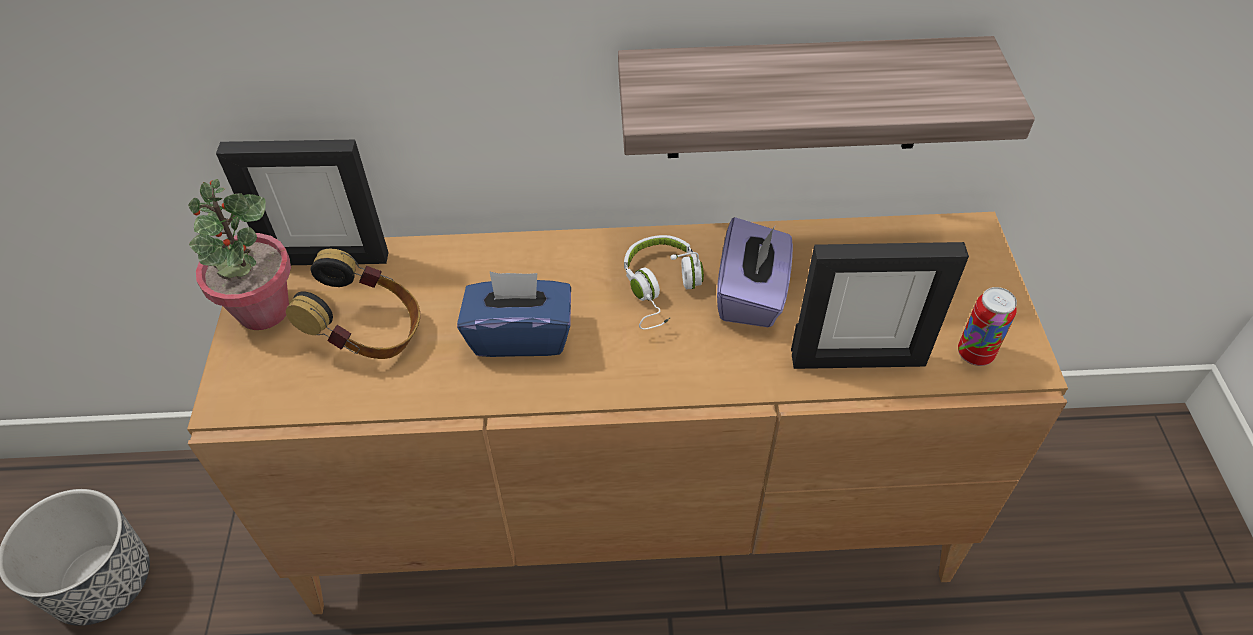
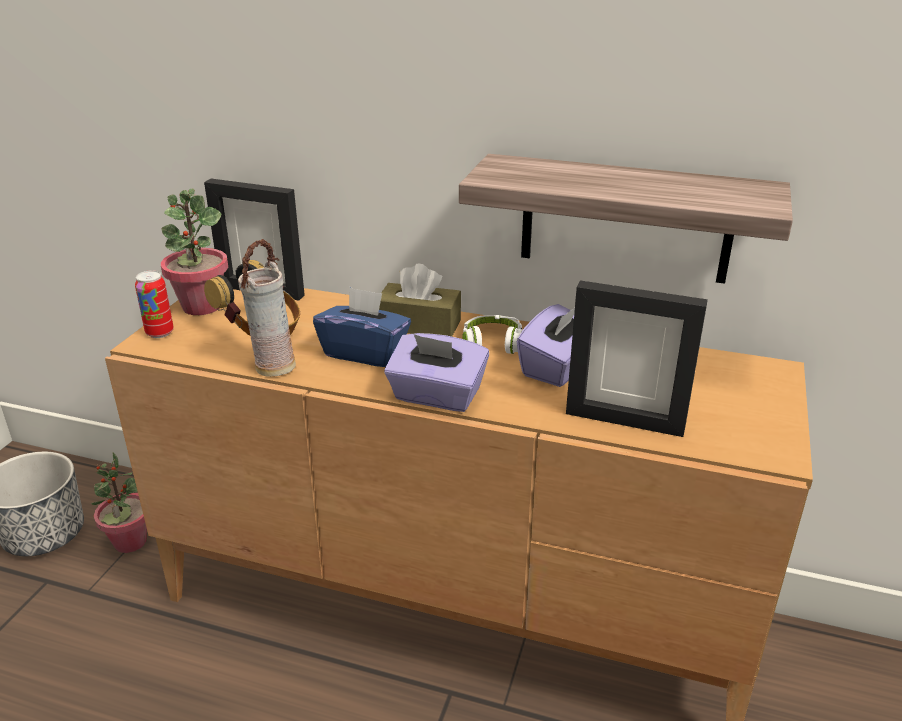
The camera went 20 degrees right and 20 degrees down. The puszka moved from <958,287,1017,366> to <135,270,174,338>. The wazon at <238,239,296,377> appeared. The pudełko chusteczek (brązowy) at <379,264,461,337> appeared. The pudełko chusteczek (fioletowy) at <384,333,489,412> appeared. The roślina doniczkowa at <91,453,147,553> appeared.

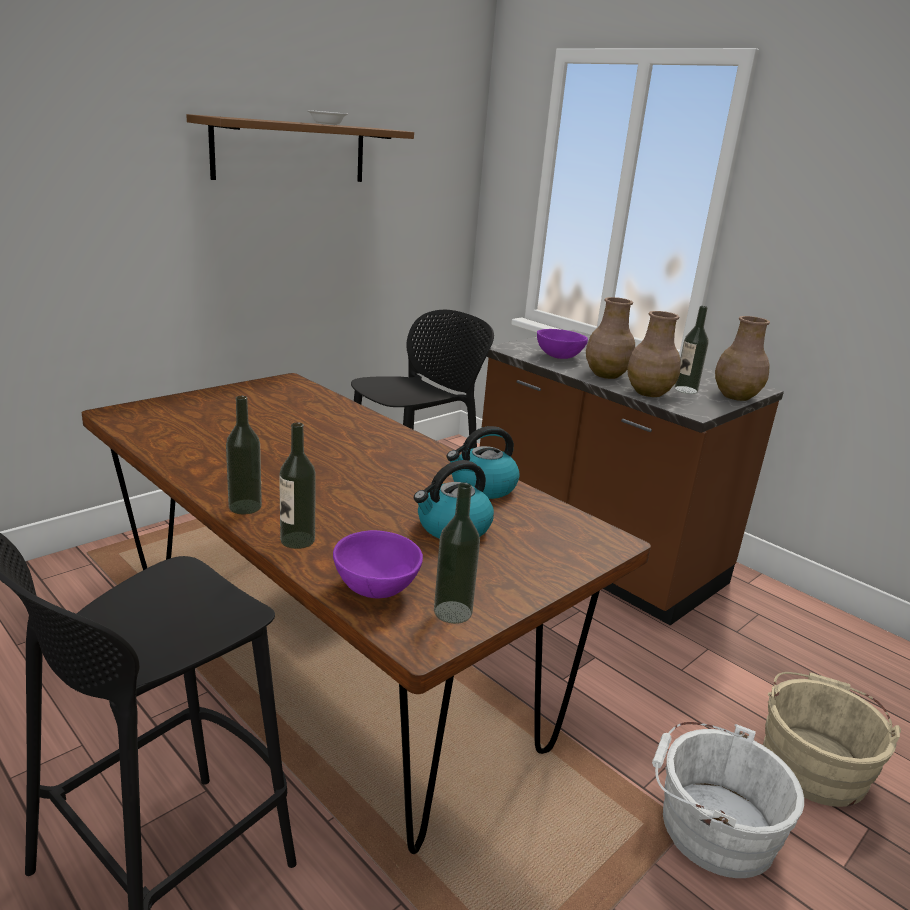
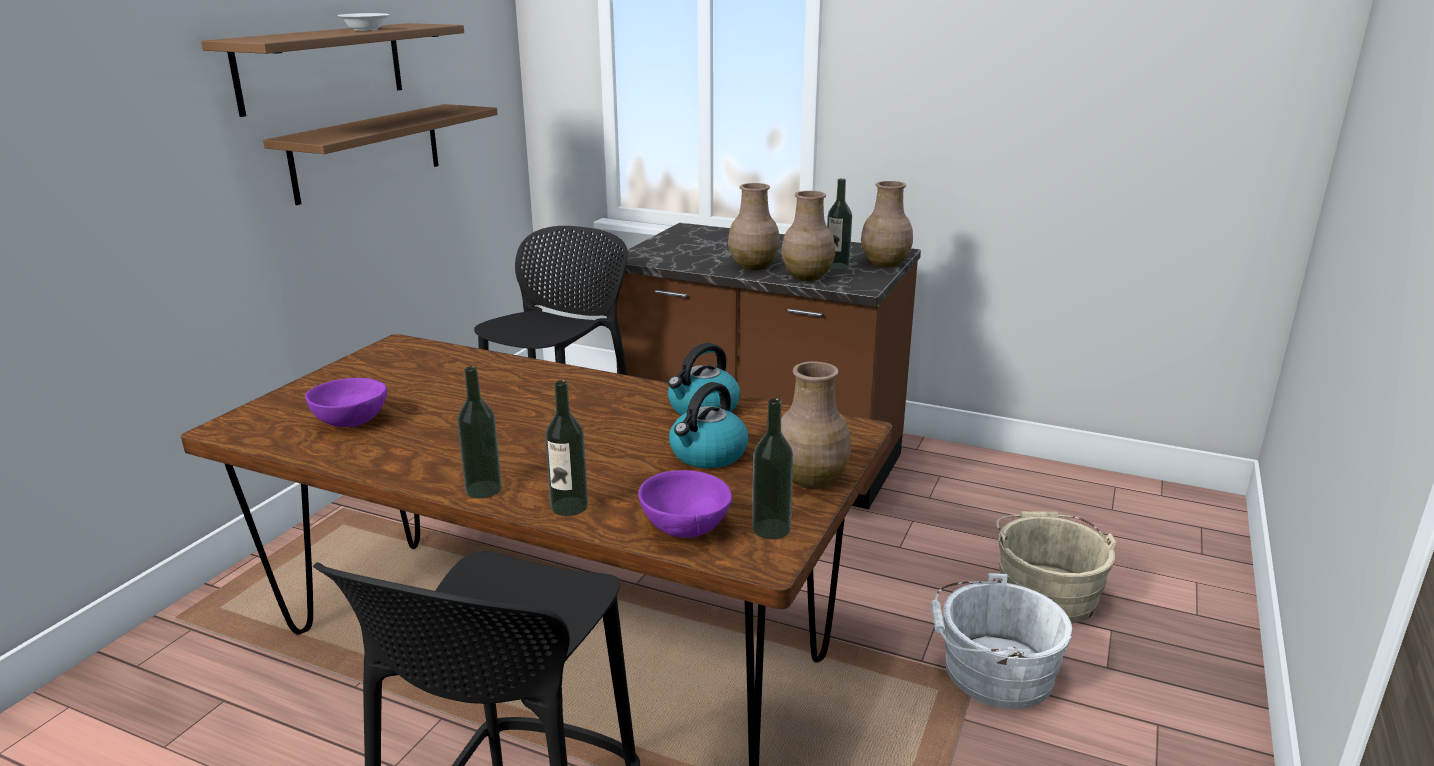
The camera went 20 degrees left and 0 degrees up. The miska (fioletowy) moved from <537,329,588,359> to <305,378,387,427>. The półka (brązowy) at <263,104,498,205> appeared. The wazon (brązowy) at <781,361,851,489> appeared.

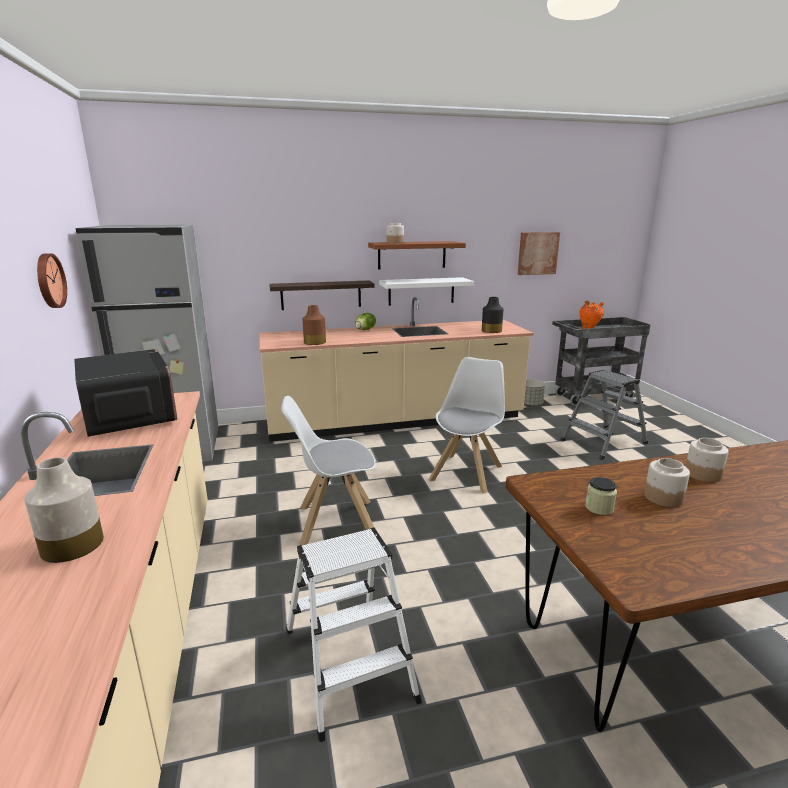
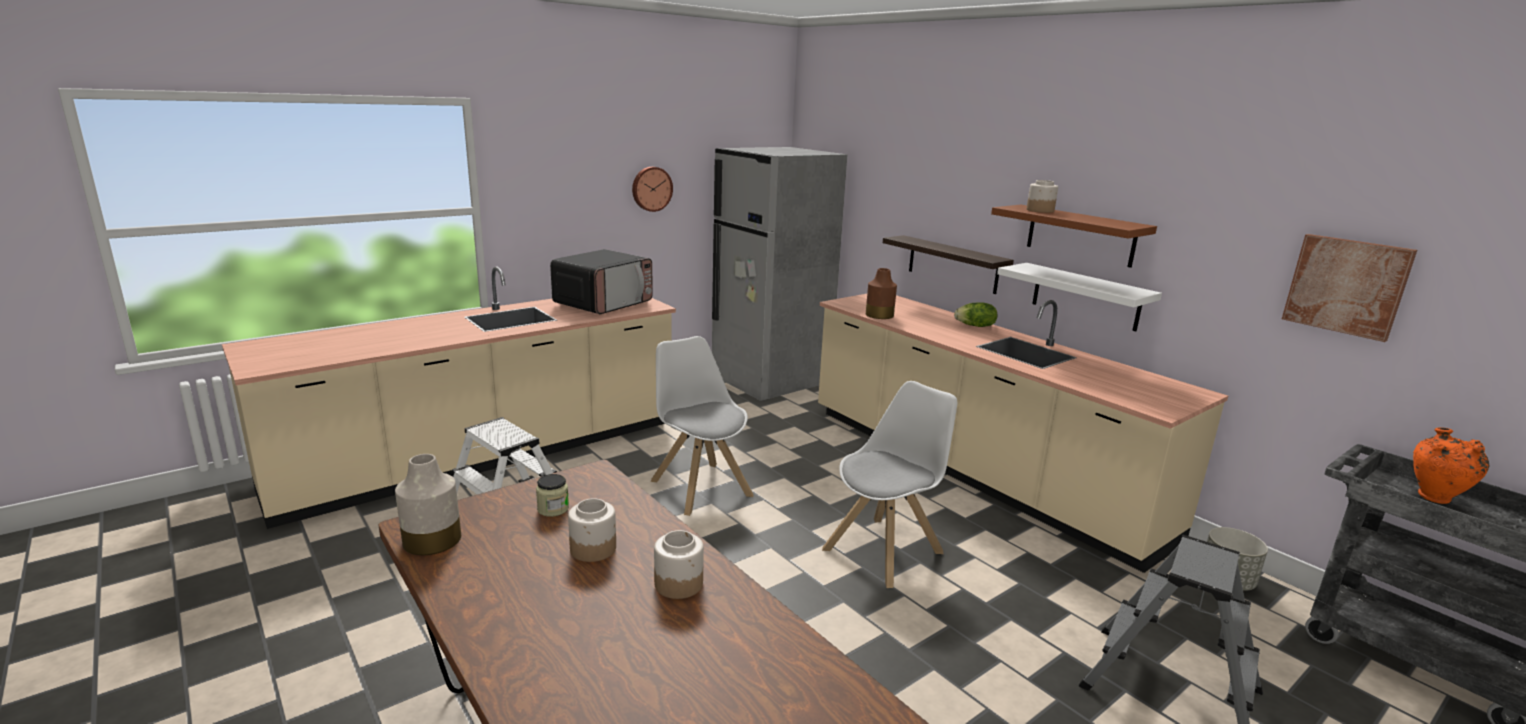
The camera went 65 degrees right and 0 degrees up. The wazon (czarny) at <482,297,503,333> disappeared. The krzesło at <429,357,505,493> turned 45 degrees counterclockwise. The wazon (beżowy) moved from <24,457,104,563> to <395,454,461,555>.

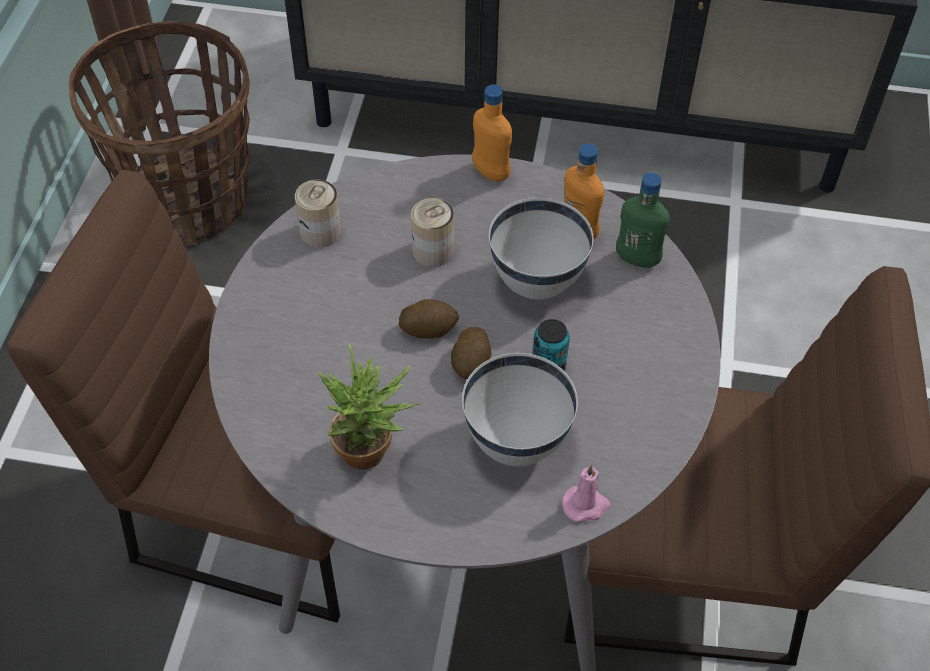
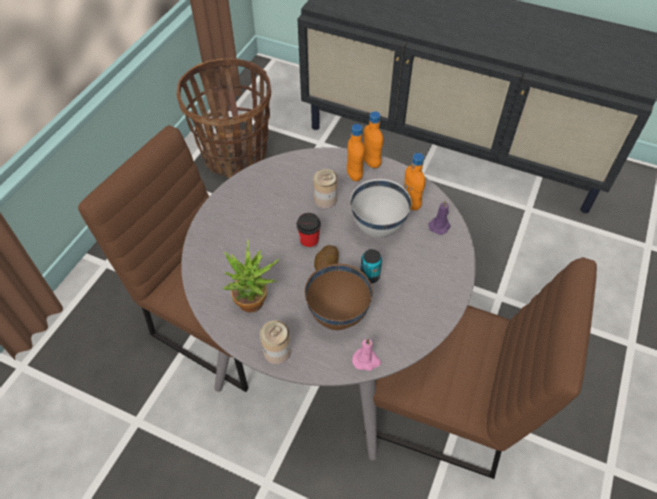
The camera went 15 degrees right and 0 degrees up. The butelka (zielony) at <616,172,670,268> was replaced by the świeca (fioletowy) at <428,200,451,235>. The puszka moved from <295,180,341,248> to <260,320,291,364>. The ziemniak at <399,299,459,339> was replaced by the filiżanka at <297,213,321,249>. The miska (biały) at <462,353,578,467> became the miska (brązowy) at <305,264,373,330>. The butelka (pomarańczowy) at <347,124,364,182> appeared.

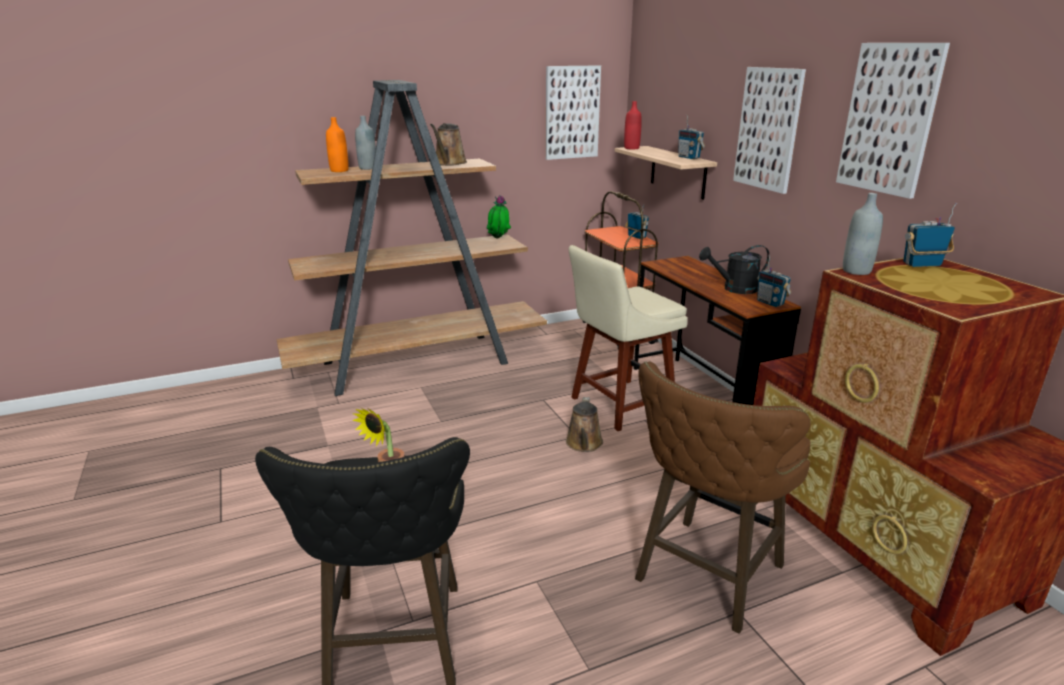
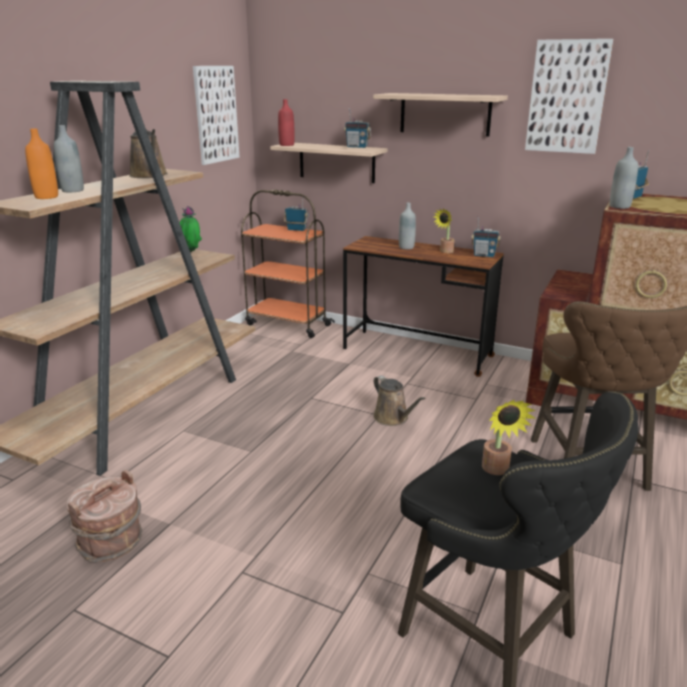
The camera went 40 degrees left and 0 degrees up. The obraz at <733,67,806,194> was replaced by the półka at <373,93,508,136>. The stołek (beżowy) at <569,245,688,431> disappeared. The konewka (czarny) at <699,245,769,294> was replaced by the roślina doniczkowa at <434,208,455,253>. The butelka (szary) at <399,203,416,249> appeared. The wiadro (brązowy) at <66,470,142,562> appeared.

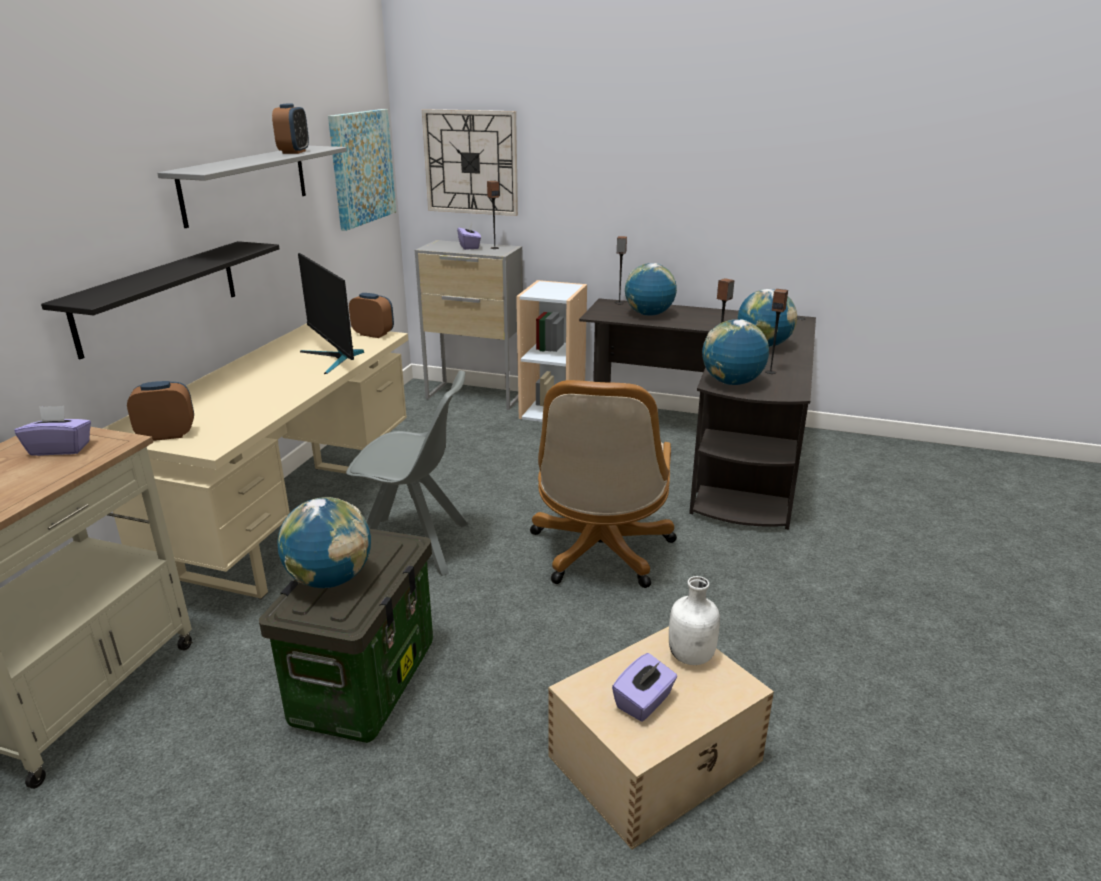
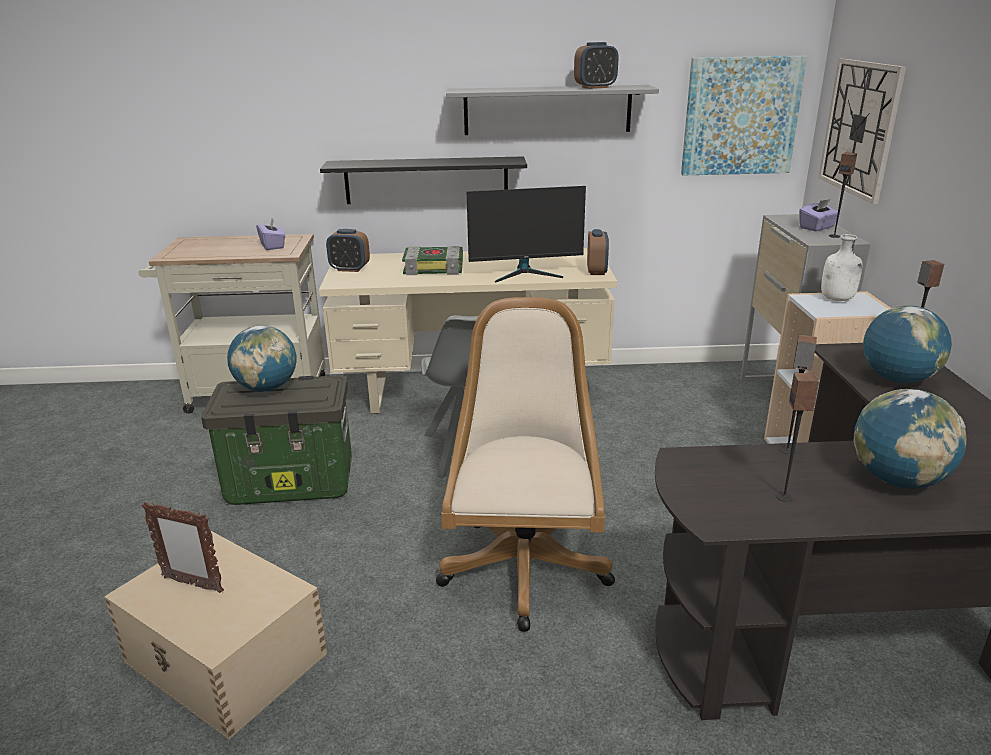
The camera went 70 degrees right and 0 degrees up. The monitor at <298,253,364,374> turned 135 degrees counterclockwise. The globus at <702,320,769,385> disappeared. The krzesło biurowe at <530,380,677,588> turned 105 degrees clockwise. The budzik at <127,381,194,441> turned 135 degrees clockwise. The butelka (biały) moved from <669,576,720,665> to <821,234,862,301>. The pudełko chusteczek (fioletowy) at <612,653,677,722> was replaced by the ramka na zdjęcie at <142,502,224,593>. The książka at <402,246,463,275> appeared.

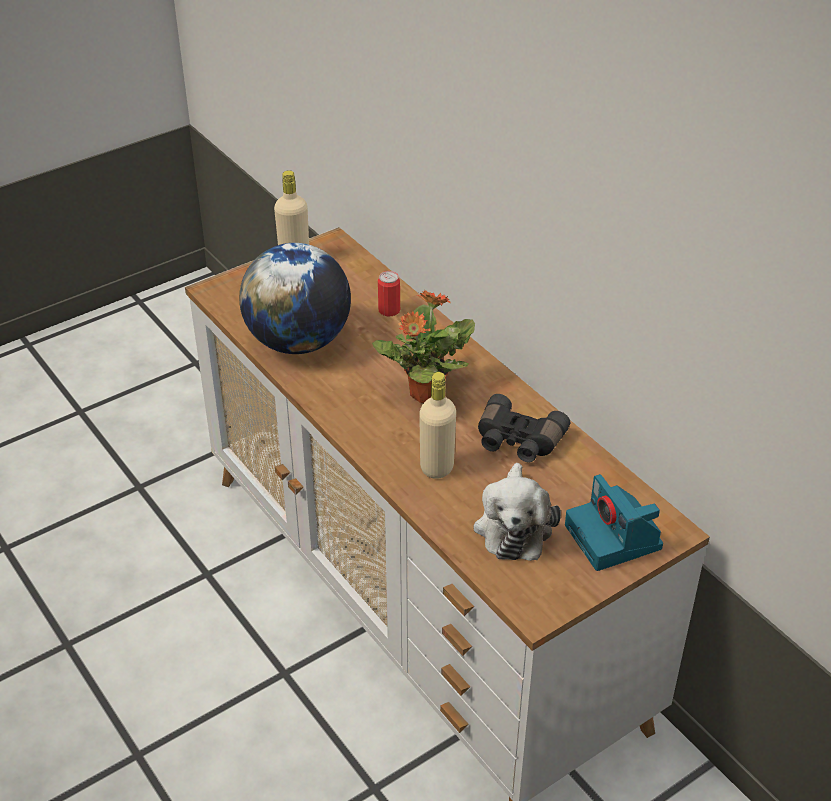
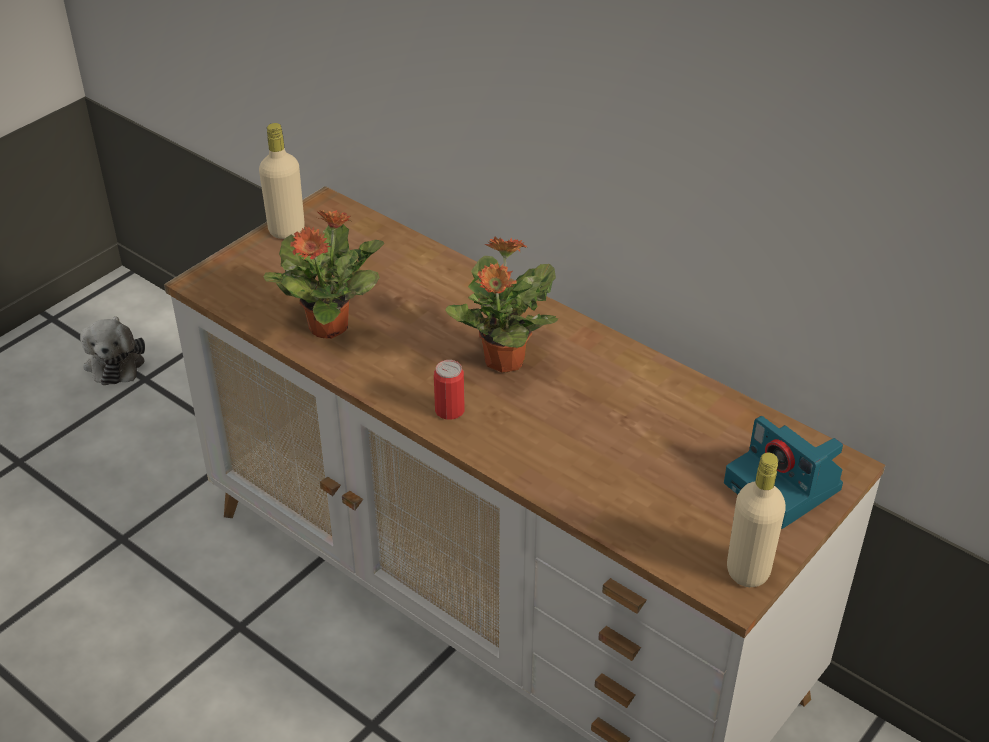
The camera went 15 degrees left and 0 degrees up. The globus at <239,243,351,354> was replaced by the roślina doniczkowa at <263,210,384,339>. The puszka moved from <378,271,400,317> to <434,360,465,420>. The butelka (beżowy) moved from <419,372,456,479> to <727,453,786,587>. The lornetka (czarny) at <478,394,570,462> disappeared. The pluszak moved from <474,463,561,561> to <80,316,145,385>.

